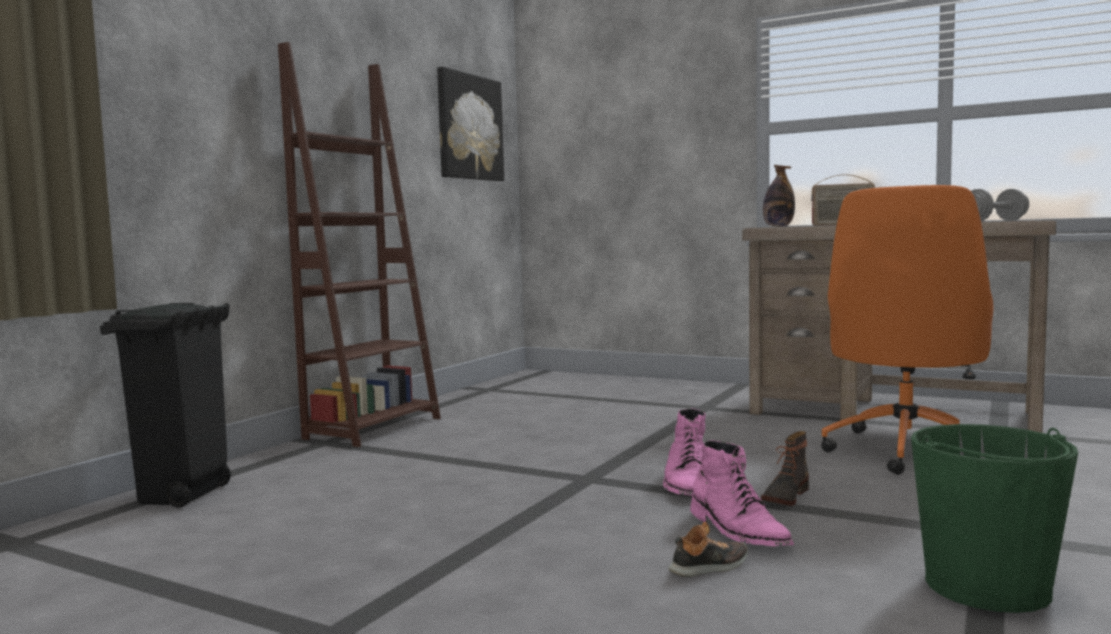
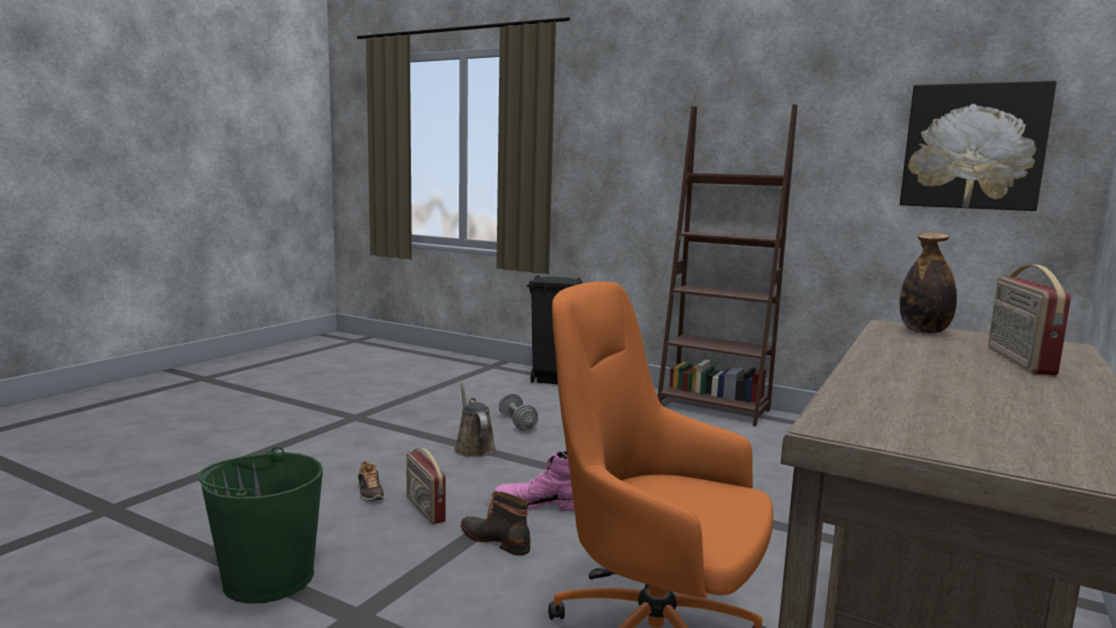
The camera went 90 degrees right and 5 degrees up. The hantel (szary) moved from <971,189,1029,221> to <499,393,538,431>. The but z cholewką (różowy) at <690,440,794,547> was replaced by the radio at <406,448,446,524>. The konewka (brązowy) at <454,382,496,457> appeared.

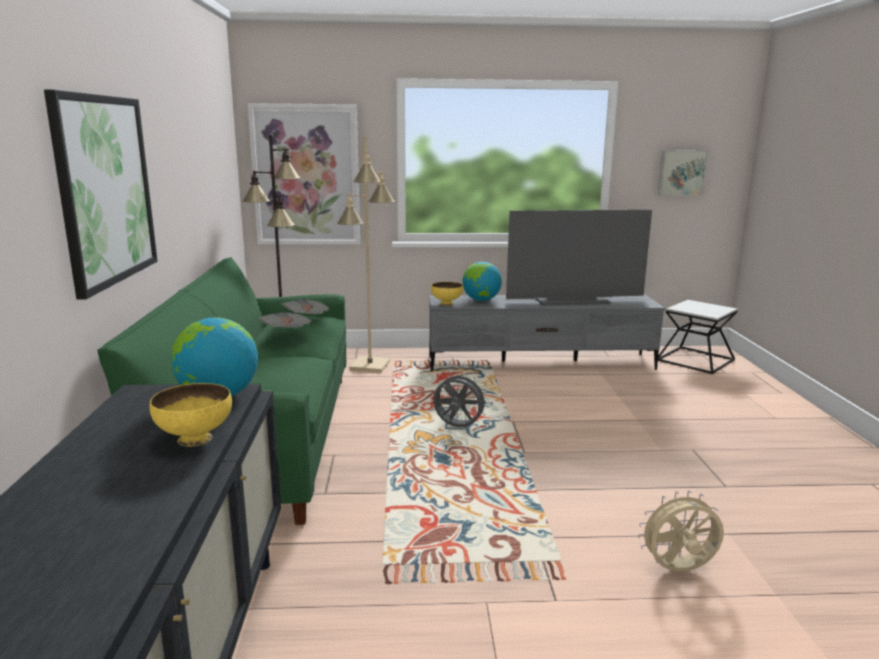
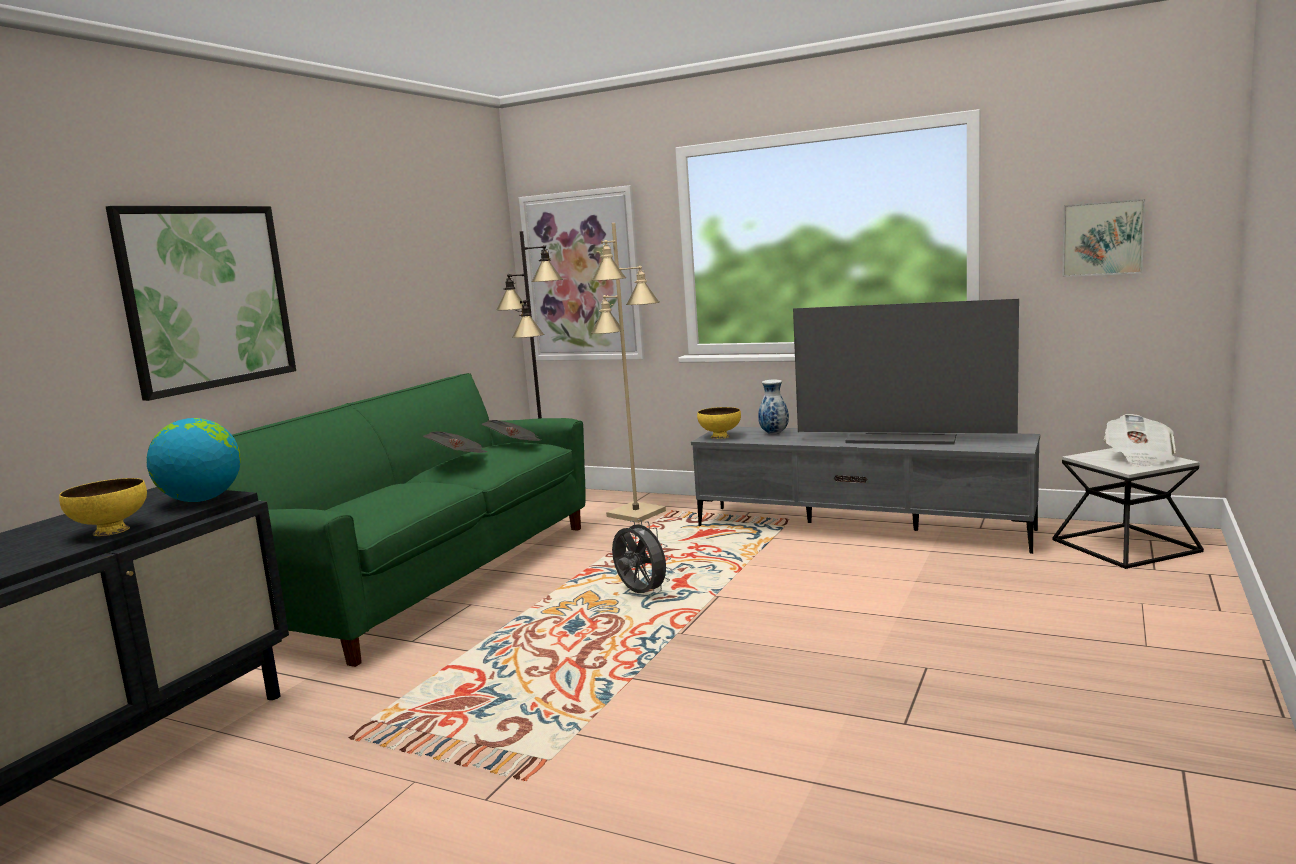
The camera went 30 degrees right and 5 degrees down. The globus at <462,262,502,301> was replaced by the wazon at <758,379,789,434>. The wentylator (beżowy) at <638,490,724,572> disappeared. The gazeta at <1104,414,1176,467> appeared.

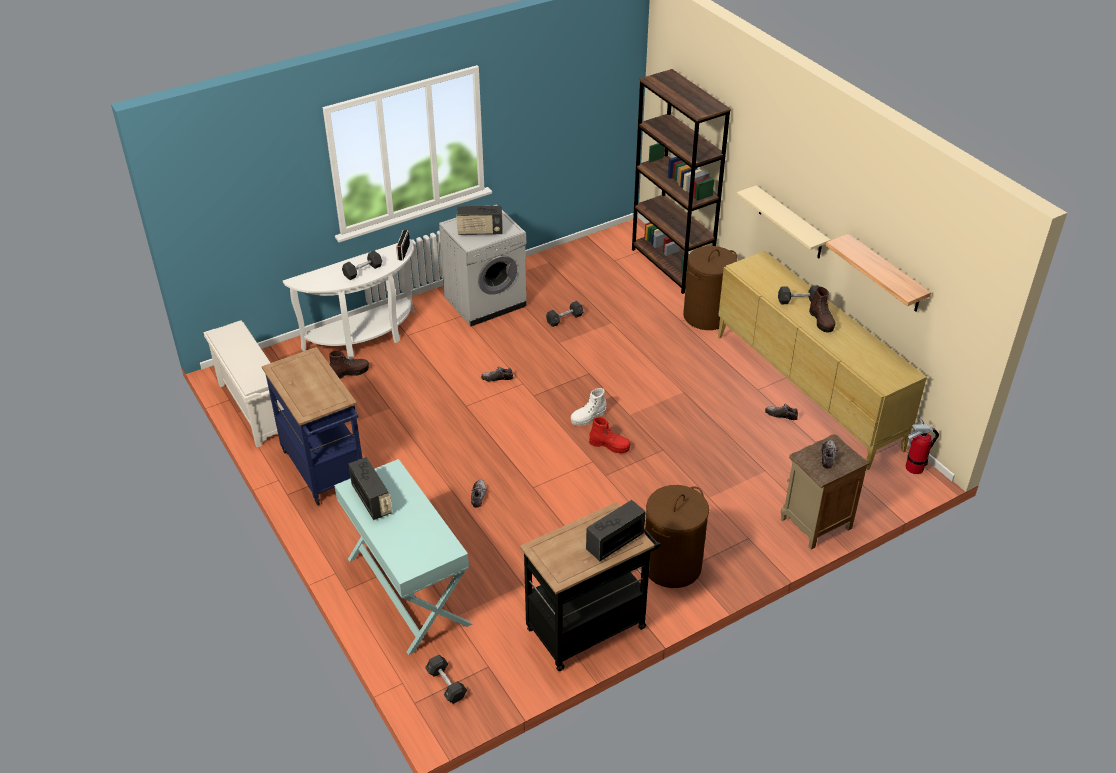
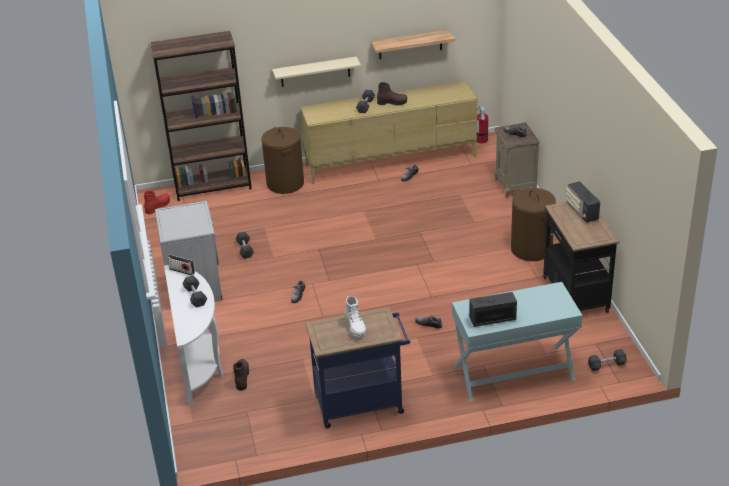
The camera went 70 degrees left and 5 degrees down. The radio at <456,206,503,235> disappeared. The regał na buty (biały) at <203,320,284,448> disappeared. The but z cholewką (biały) moved from <571,388,607,426> to <344,296,366,339>. The but z cholewką (czerwony) moved from <589,417,630,453> to <144,191,170,214>.

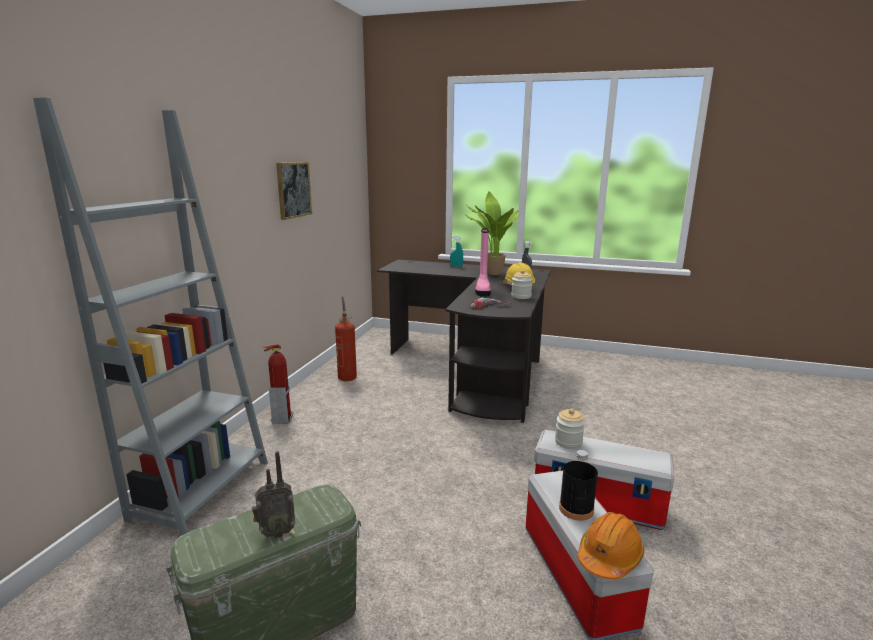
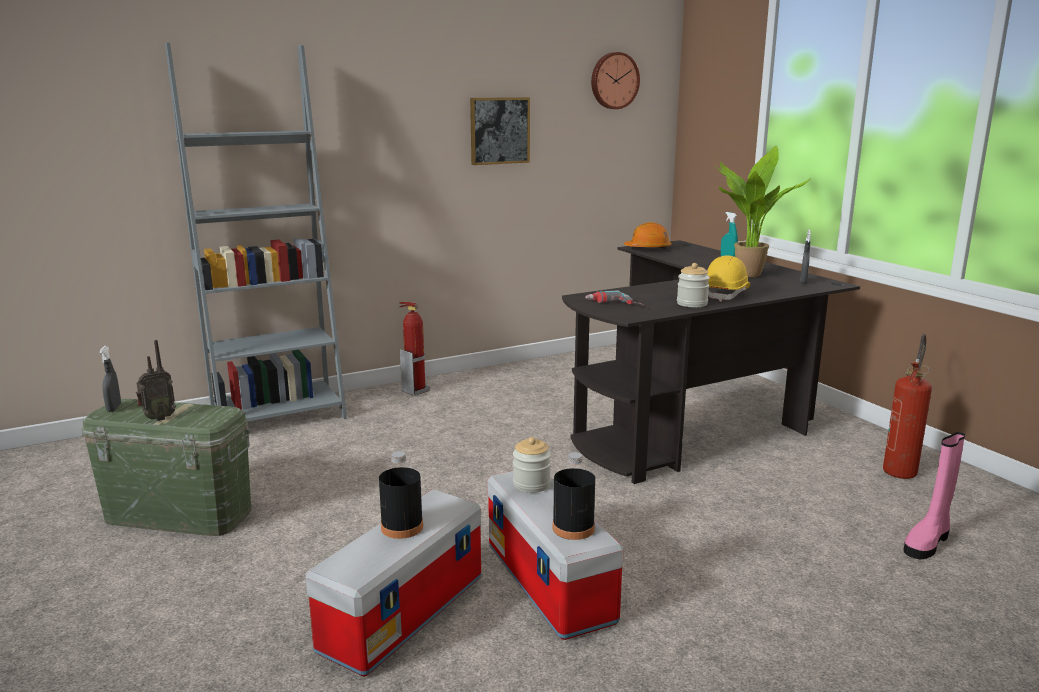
The camera went 45 degrees right and 0 degrees up. The but z cholewką (różowy) moved from <475,228,491,297> to <904,432,965,559>. The gaśnica moved from <335,296,357,381> to <883,334,932,479>. The radio at <252,451,295,538> turned 60 degrees counterclockwise. The kask (pomarańczowy) moved from <577,512,644,579> to <624,222,671,250>. The zegar ścienny at <591,52,640,109> appeared. The spryskiwacz (szary) at <99,346,121,412> appeared. The butelka (czarny) at <553,452,595,540> appeared.

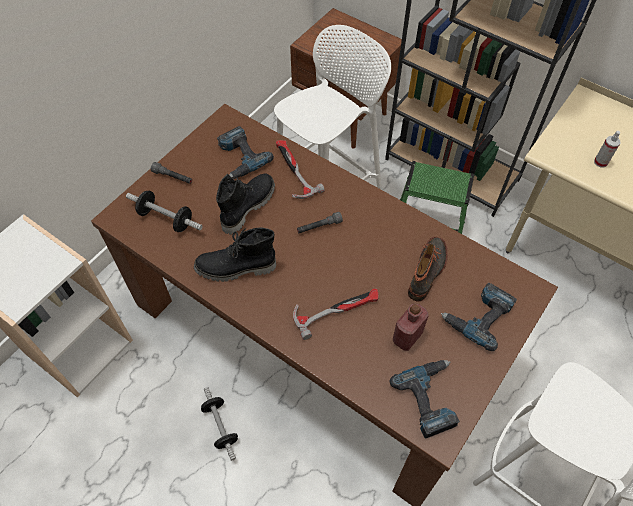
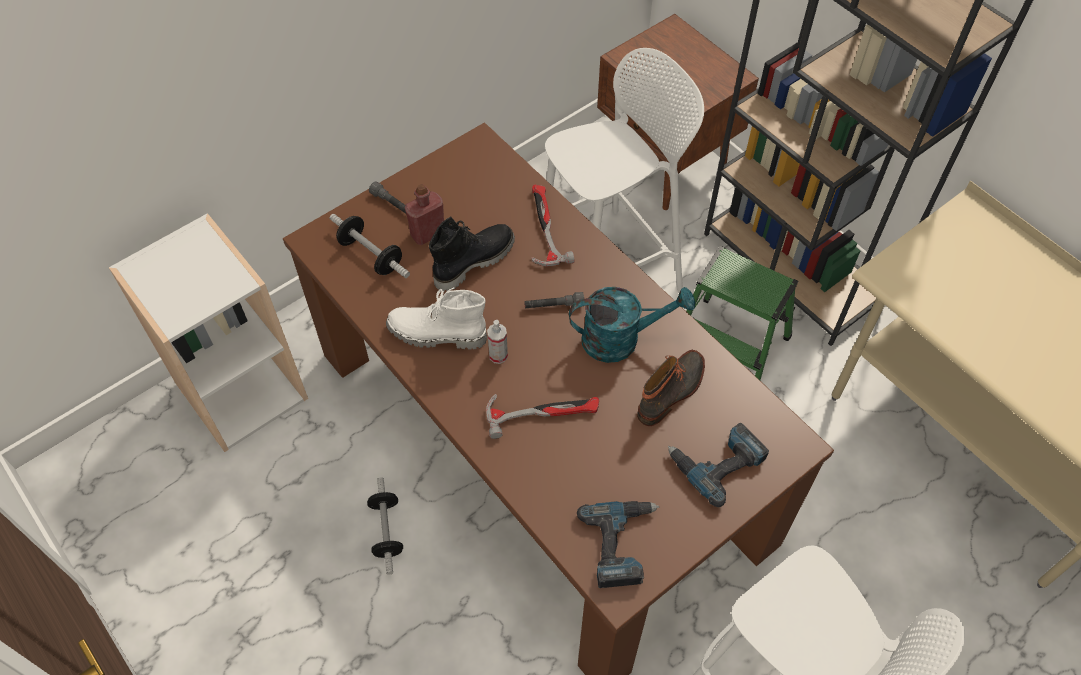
The camera went 15 degrees right and 0 degrees up. The wiertarka at <217,126,274,179> disappeared. The spryskiwacz moved from <594,131,620,168> to <487,320,508,364>. The but z cholewką (czarny) at <194,227,276,282> became the but z cholewką (biały) at <386,287,487,350>. The butelka (czerwony) moved from <393,304,429,351> to <405,184,444,245>. The konewka (turkusowy) at <569,287,695,363> appeared.

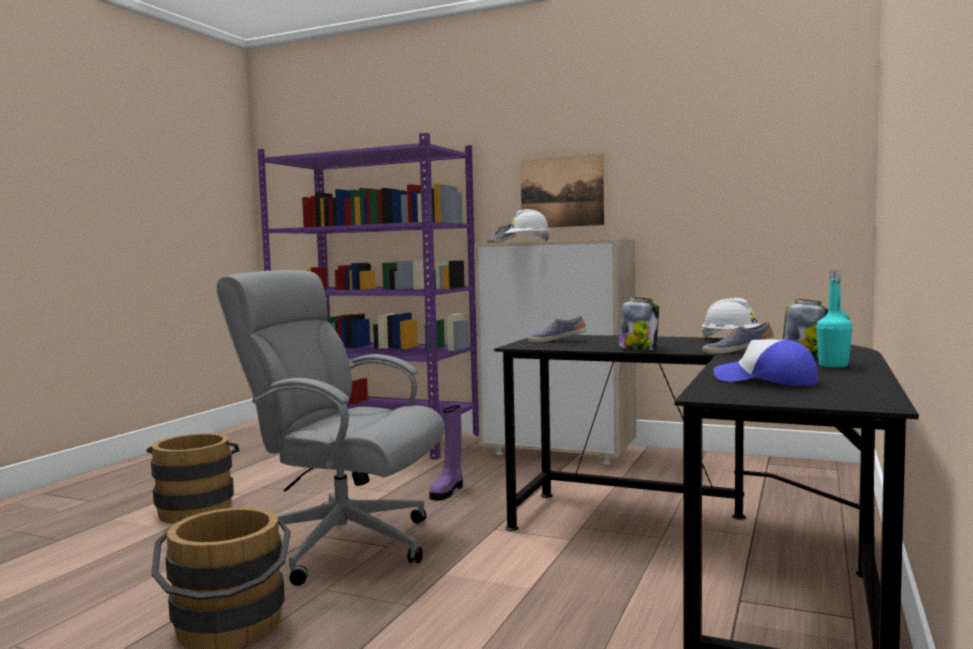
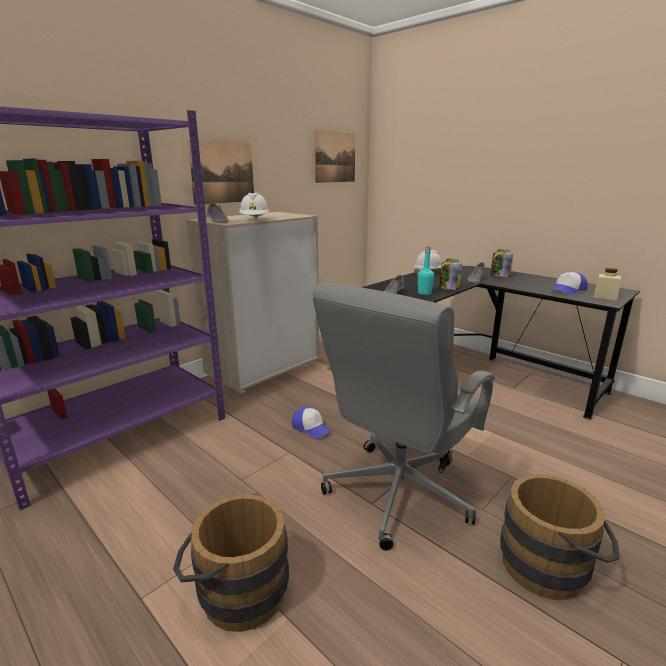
The camera went 70 degrees left and 15 degrees up. The butelka (turkusowy) moved from <816,271,853,368> to <418,247,434,295>. The but z cholewką (fioletowy) at <429,405,463,501> was replaced by the czapka z daszkiem at <292,407,331,439>. The obraz at <314,131,355,183> appeared. The słoik (beżowy) at <593,268,621,301> appeared.

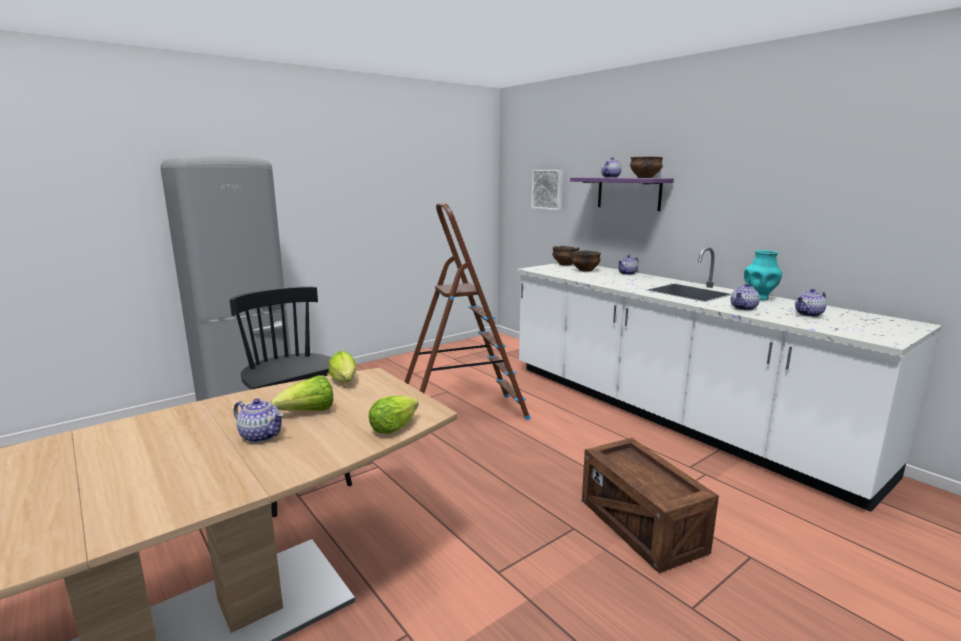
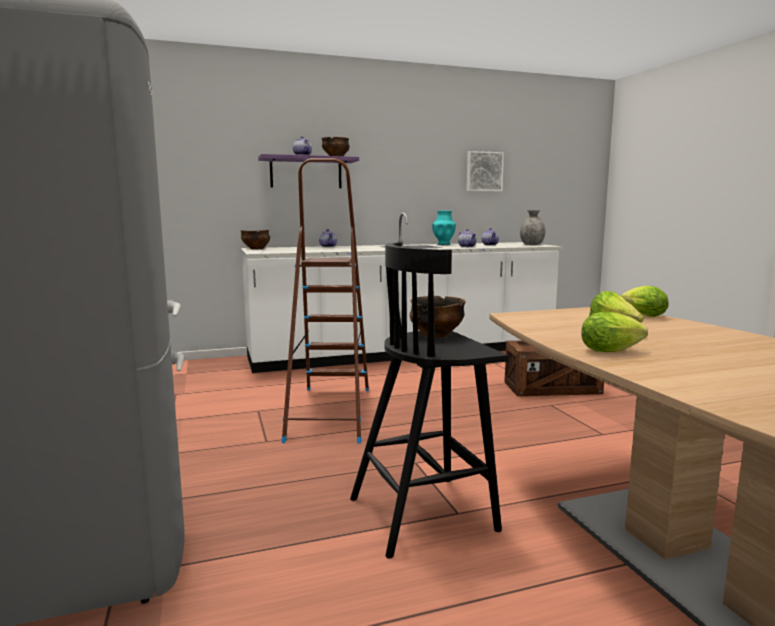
The camera went 70 degrees left and 5 degrees down. The obraz moved from <531,170,563,210> to <466,151,504,191>. The miska moved from <571,251,601,272> to <410,296,466,337>. The sałata moved from <328,351,357,383> to <581,312,648,352>. The imbryk at <234,398,284,443> disappeared. The wazon (szary) at <520,210,545,245> appeared.

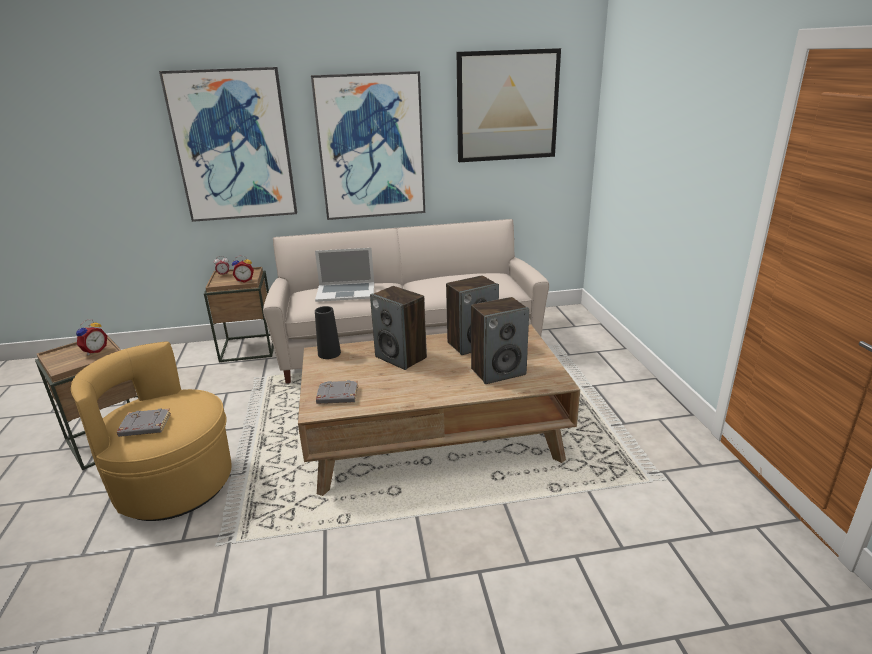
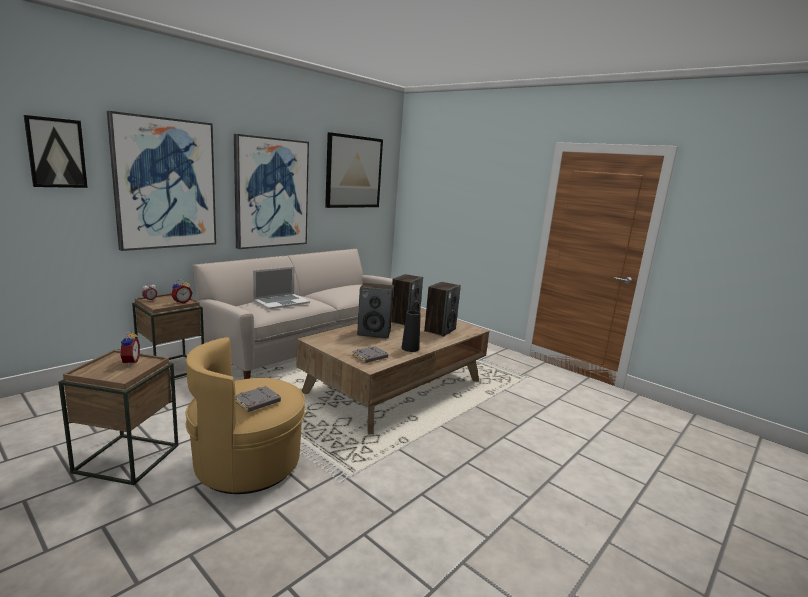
The camera went 40 degrees left and 10 degrees down. The wazon (czarny) moved from <315,306,341,359> to <402,310,421,352>. The obraz at <24,115,88,188> appeared.

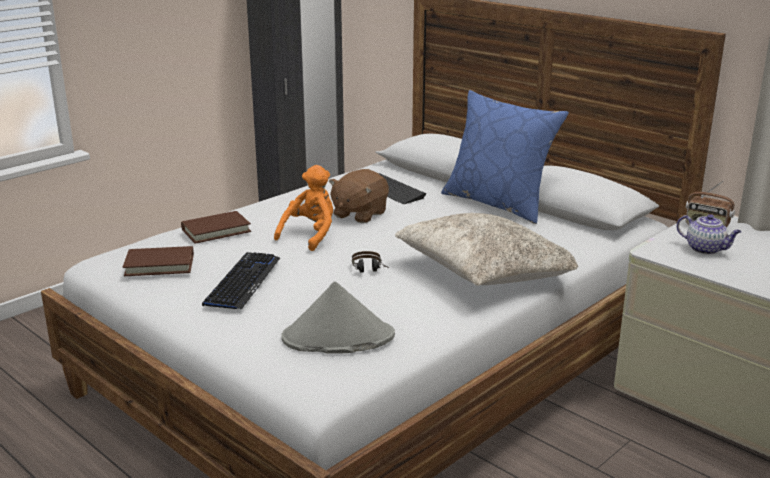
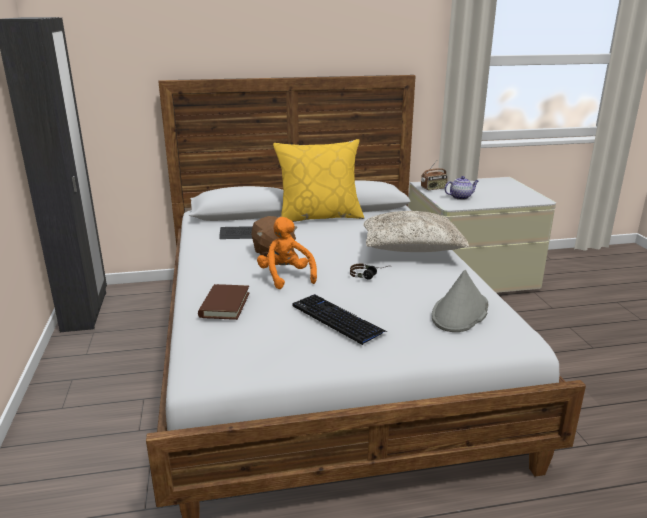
The camera went 55 degrees left and 0 degrees up. The poduszka (niebieski) at <441,90,569,224> became the poduszka (żółty) at <273,139,364,222>. The książka (brązowy) at <123,246,194,276> disappeared.

